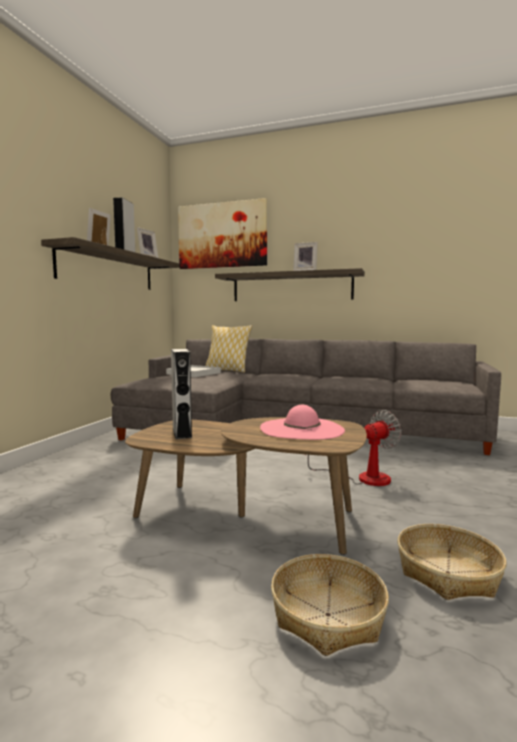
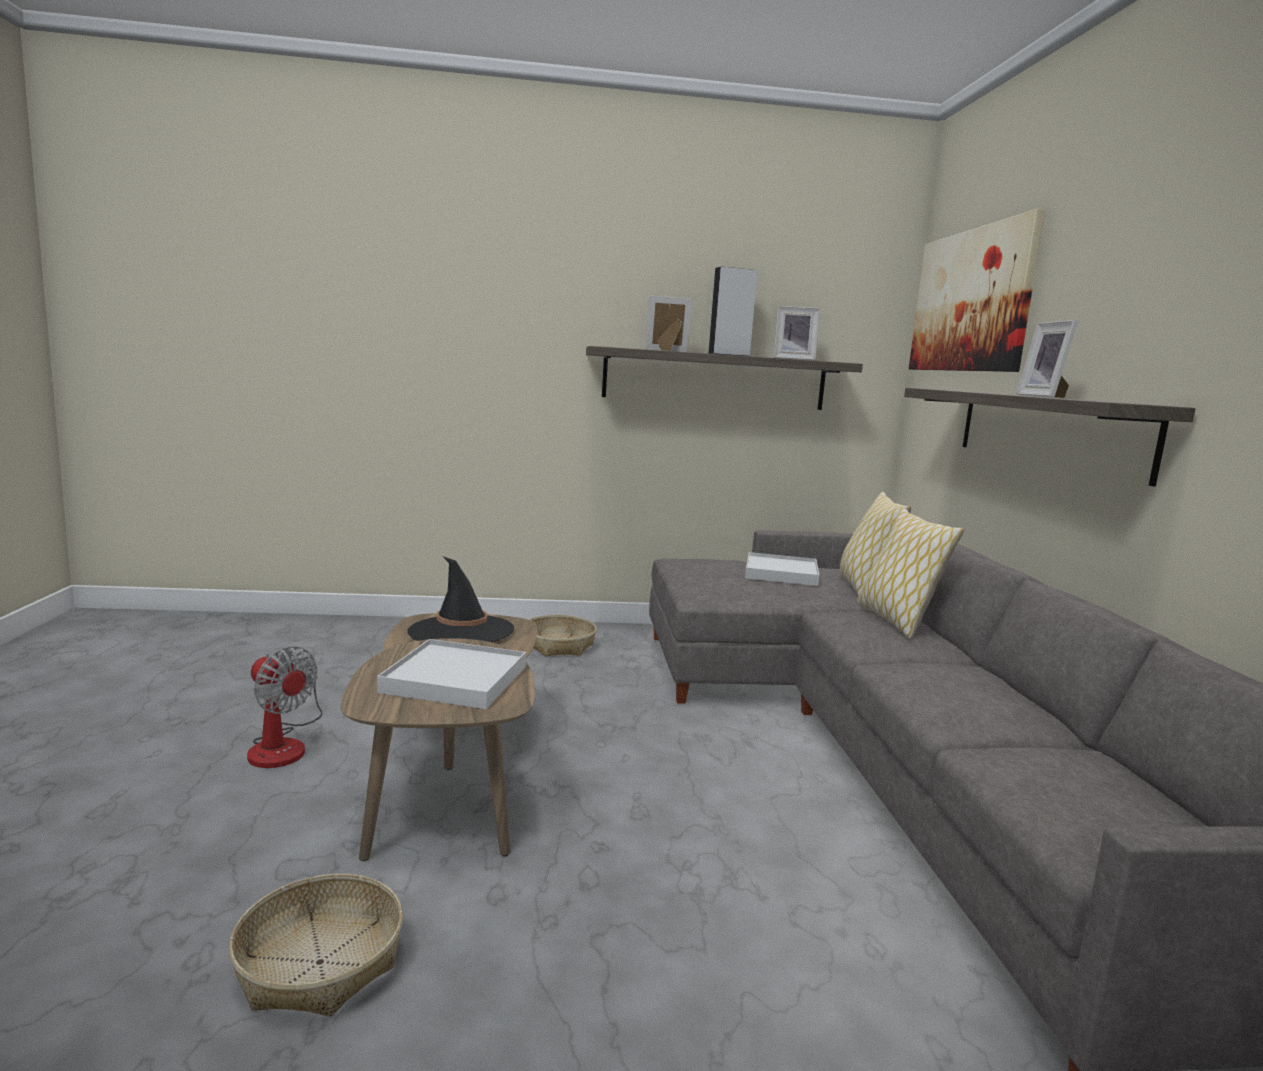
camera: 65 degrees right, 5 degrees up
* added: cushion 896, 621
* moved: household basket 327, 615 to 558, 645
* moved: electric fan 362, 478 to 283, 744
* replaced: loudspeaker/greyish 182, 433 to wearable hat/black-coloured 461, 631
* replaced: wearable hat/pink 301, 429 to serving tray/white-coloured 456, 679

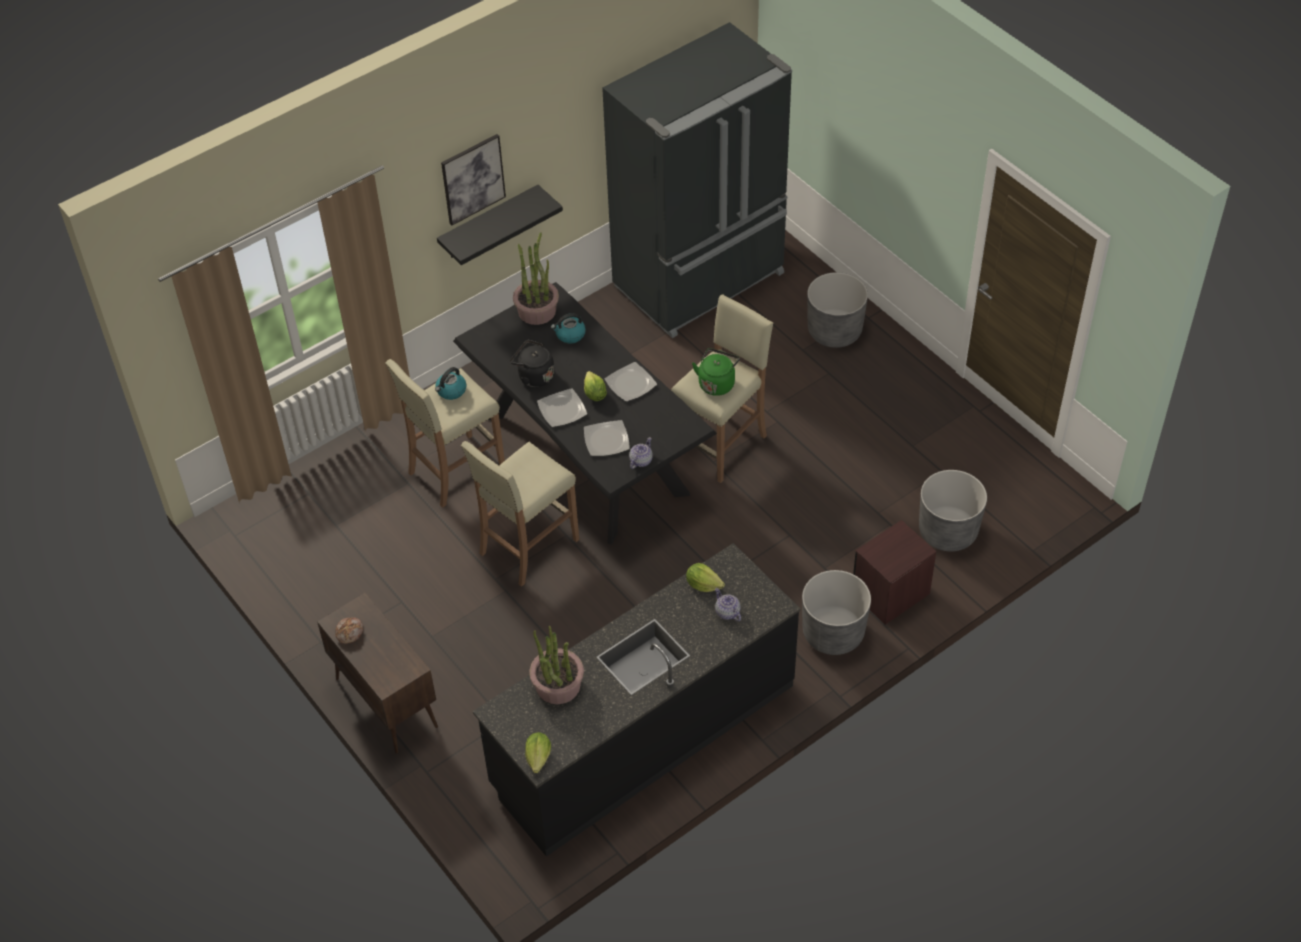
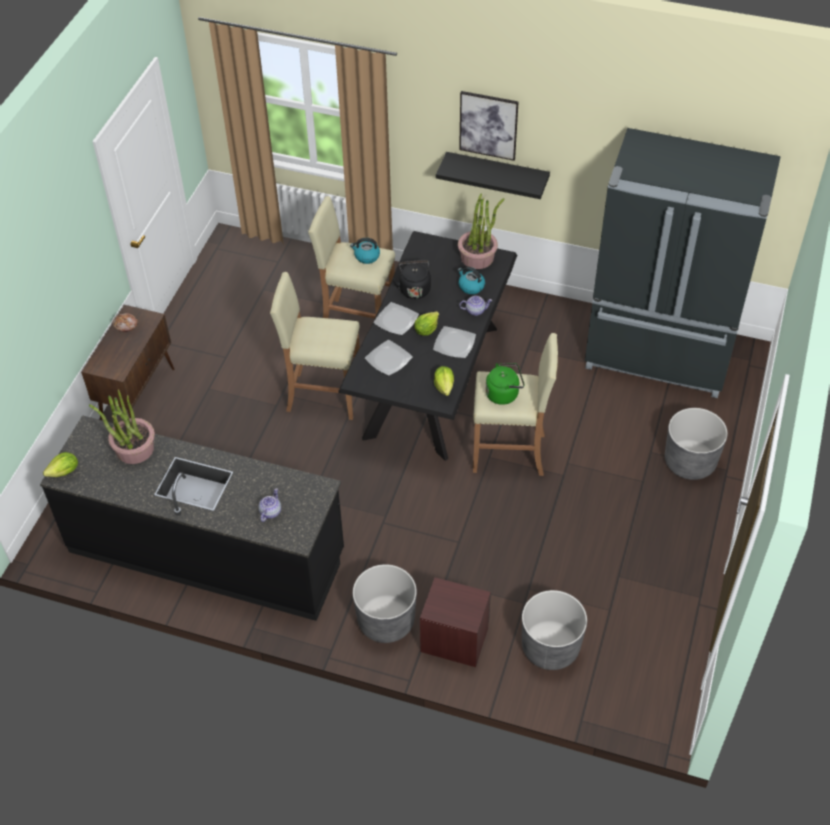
camera: 55 degrees right, 0 degrees up
* moved: pot for tea 640, 460 to 475, 310
* moved: lettuce 703, 584 to 444, 386

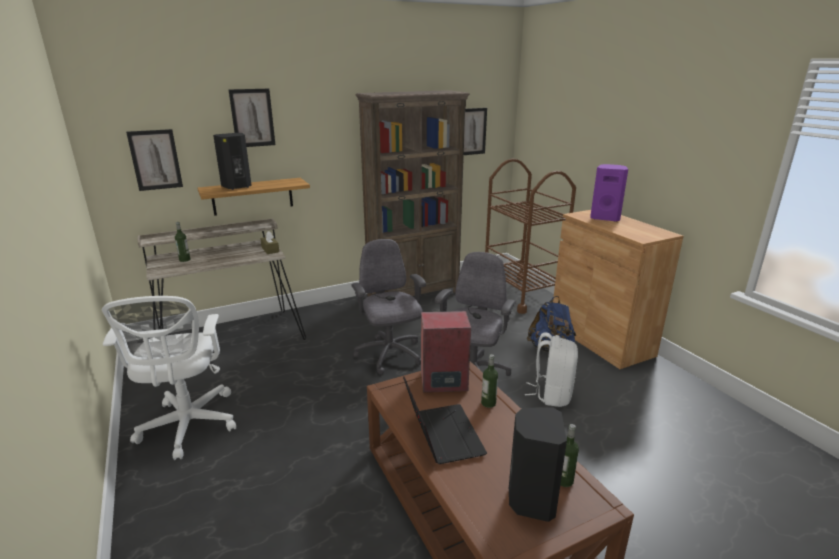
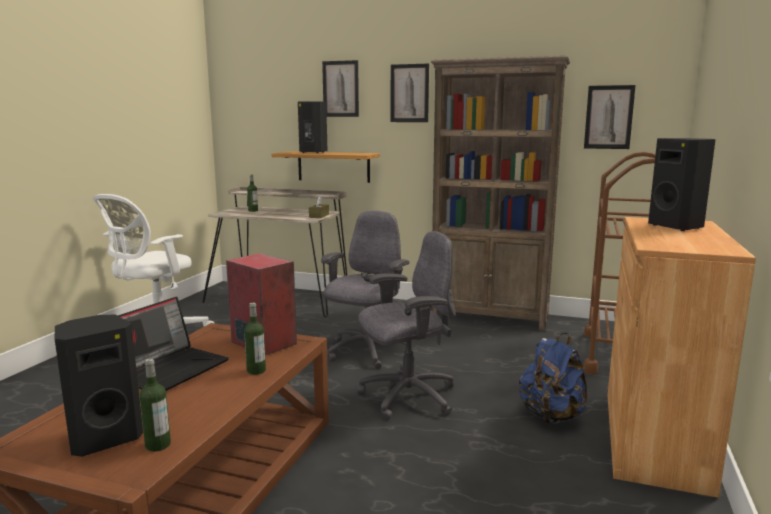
camera: 45 degrees right, 10 degrees down
* removed: rucksack/white-coloured 551, 394
* moved: wall art 155, 160 to 409, 93
* recoloured: loudspeaker/purple 605, 218 to loudspeaker/black-coloured 677, 227

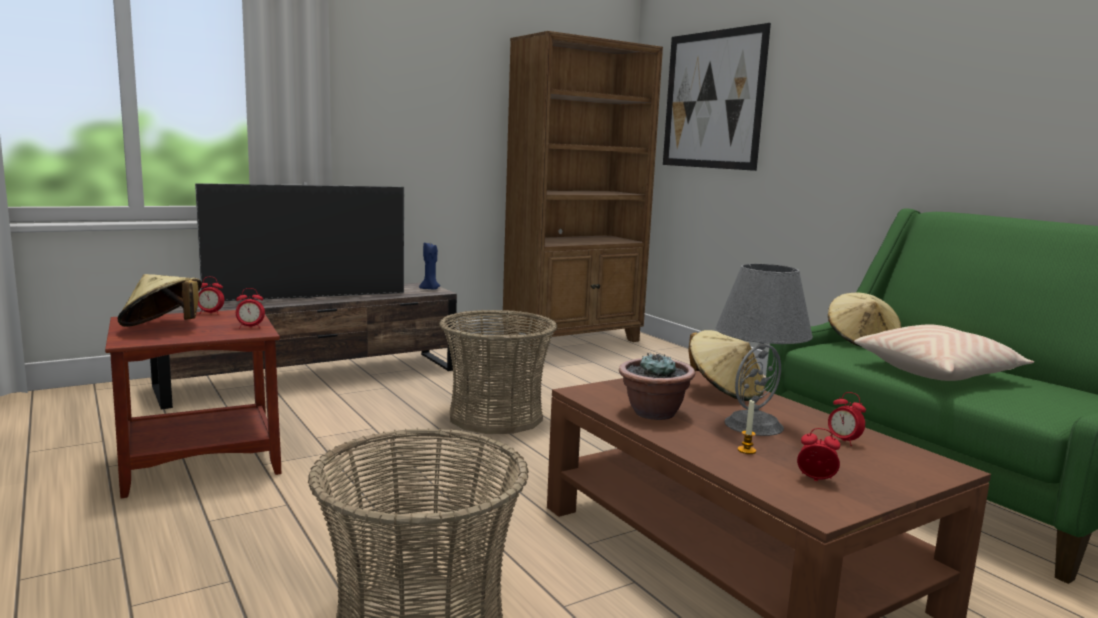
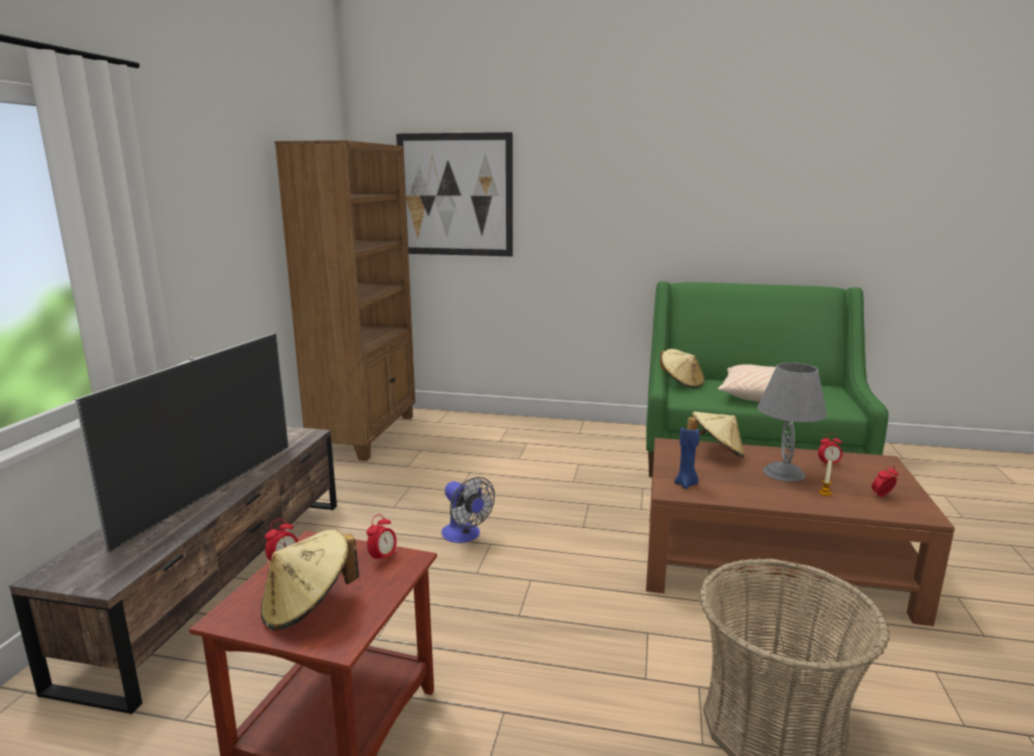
camera: 45 degrees left, 5 degrees up
* removed: potted plant 653, 413
* moved: wax light/blue 430, 289 to 686, 484
* replaced: household basket 496, 417 to electric fan 465, 536

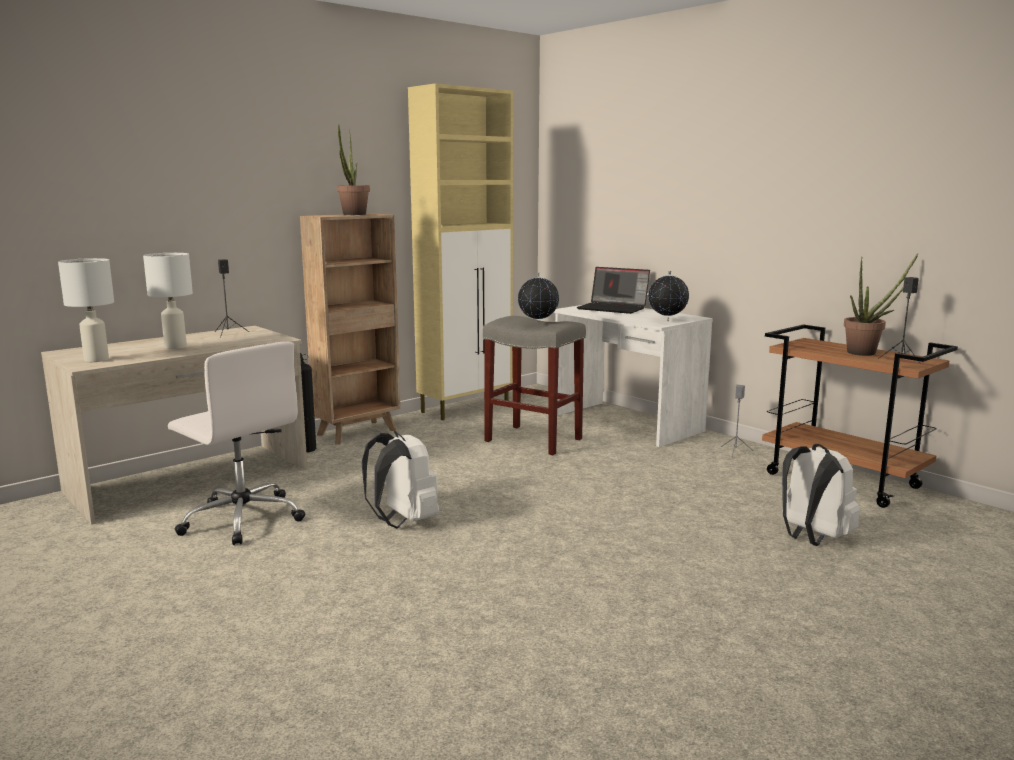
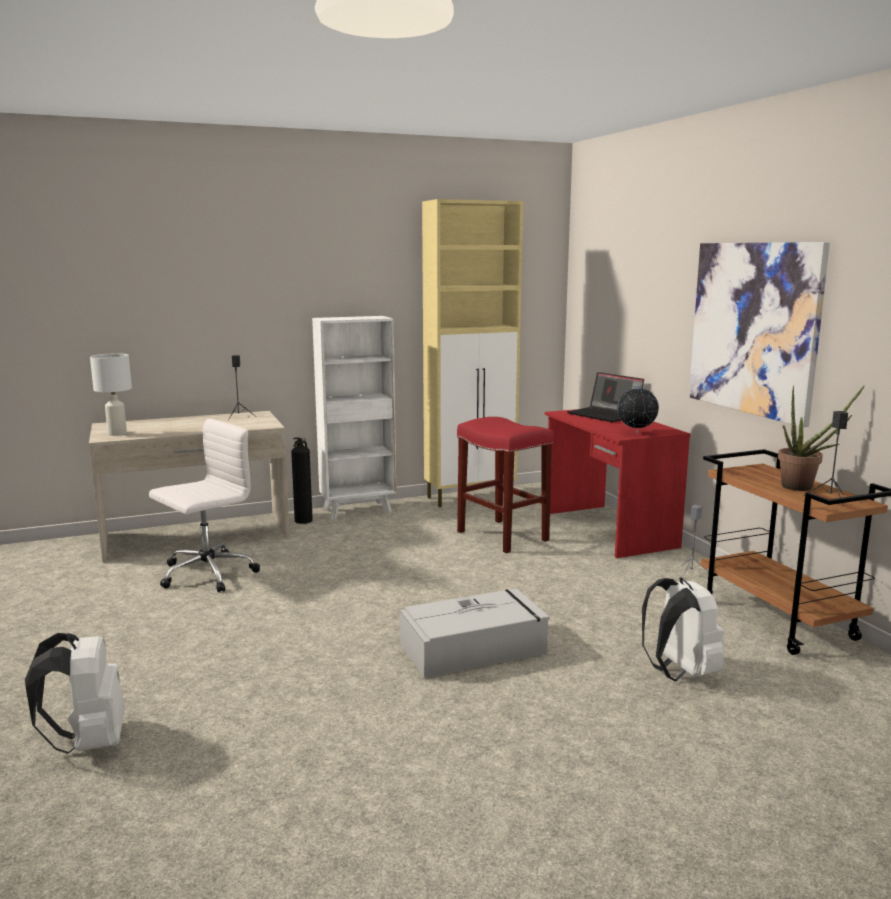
camera: 20 degrees right, 0 degrees up
* removed: lamp for a table/white-coloured 176, 346
* removed: potted plant 353, 214
* removed: globe 538, 324
* added: storage bin/greyish 475, 648
* added: wall art 753, 328
* moved: rucksack/white-coloured 403, 521 to 89, 742
* recoloured: bookcase/brown-coloured 358, 432 to bookcase/white-coloured 358, 510
* recoloured: sitting stool/greyish 532, 440 to sitting stool/reddish 501, 536
* recoloured: desk table/white-coloured 626, 423 to desk table/reddish 607, 530
* turned: office chair/white-coloured 242, 519 = 206, 574 105 degrees counterclockwise

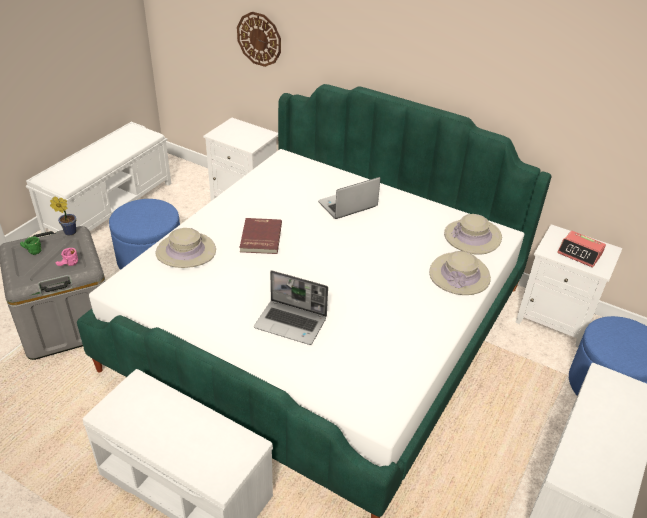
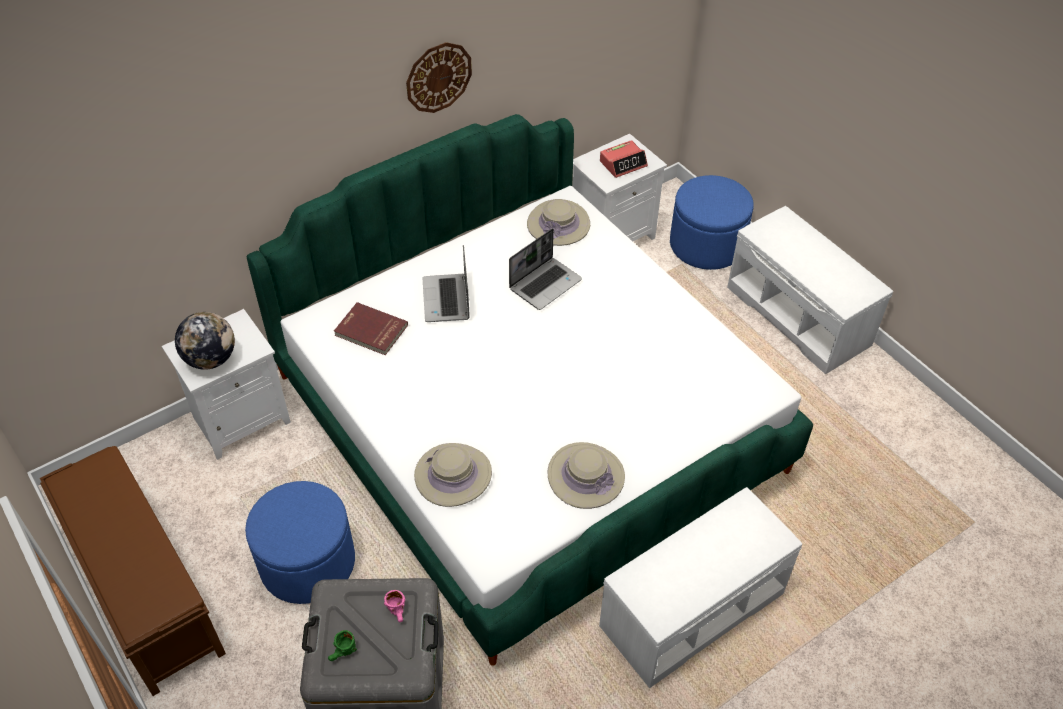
camera: 65 degrees left, 10 degrees up
* removed: potted plant 68, 232
* added: globe 211, 359
* moved: hanging clock 259, 39 to 438, 77
* moved: volume/reddish 260, 237 to 370, 331
* moved: notebook computer 291, 323 to 545, 284
* moved: wearable hat/beige 459, 275 to 585, 476
* recoloured: long seat/white-coloured 110, 206 to long seat/brown-coloured 144, 588

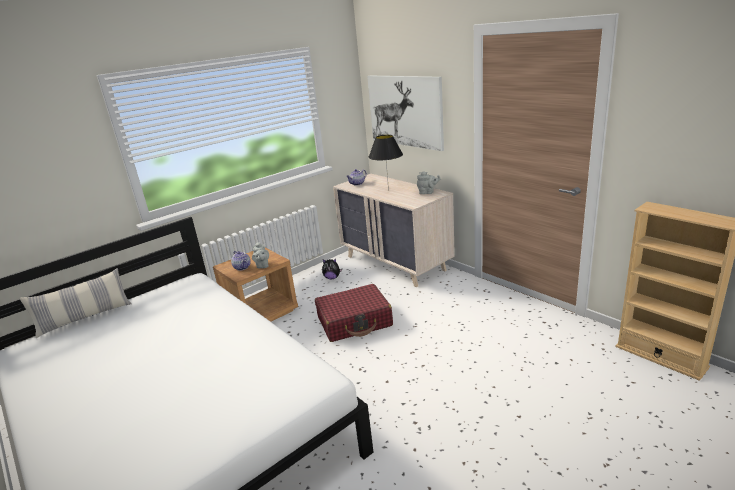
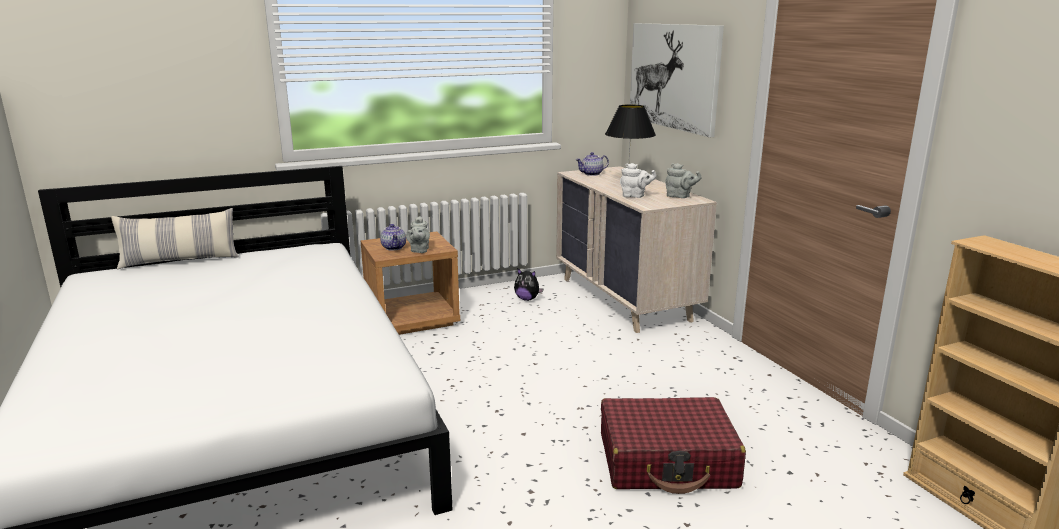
camera: 15 degrees right, 5 degrees down
* added: pot for tea/white-coloured 635, 196
* moved: travel case/reddish 355, 321 to 667, 461

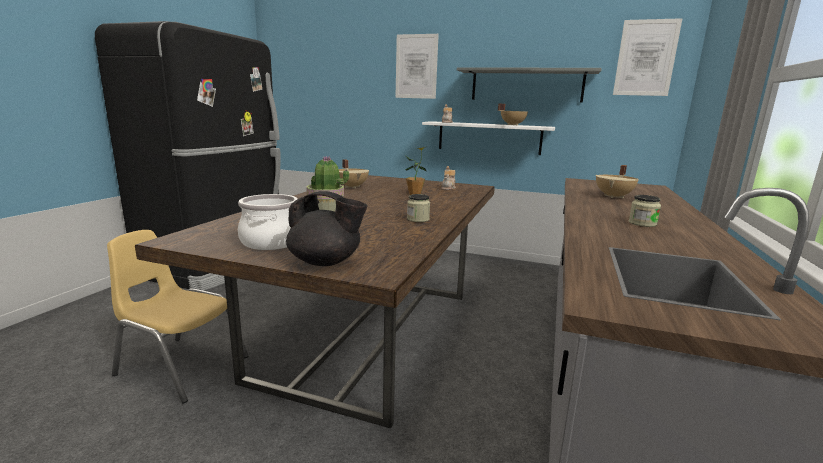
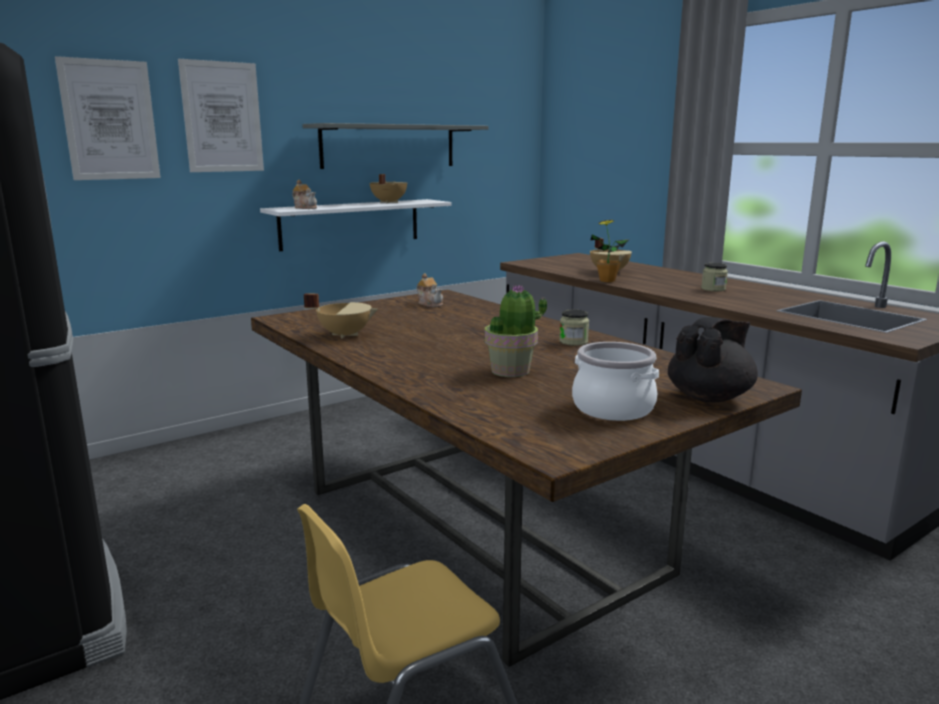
camera: 55 degrees left, 0 degrees up
* moved: potted plant 415, 194 to 607, 280
* moved: wall art 646, 58 to 110, 120

